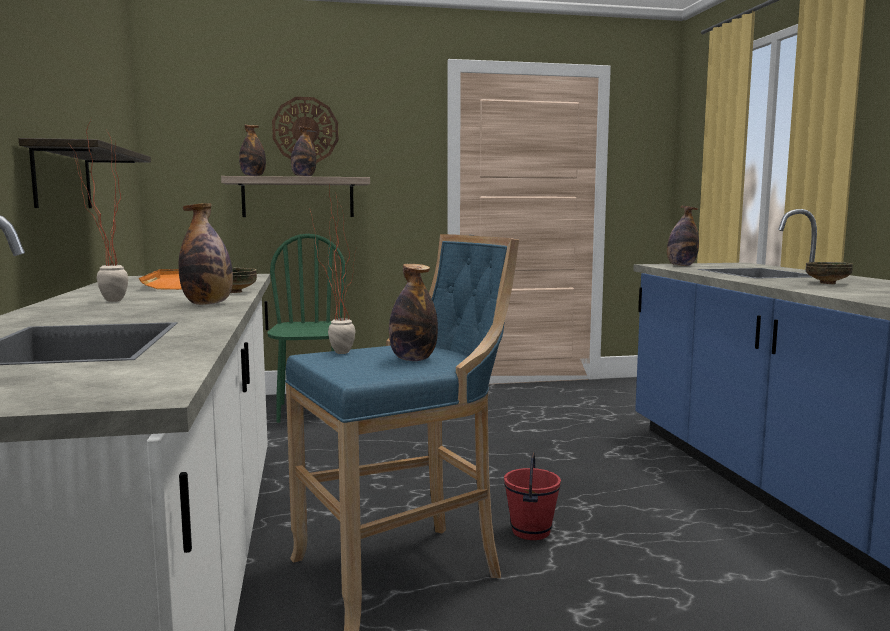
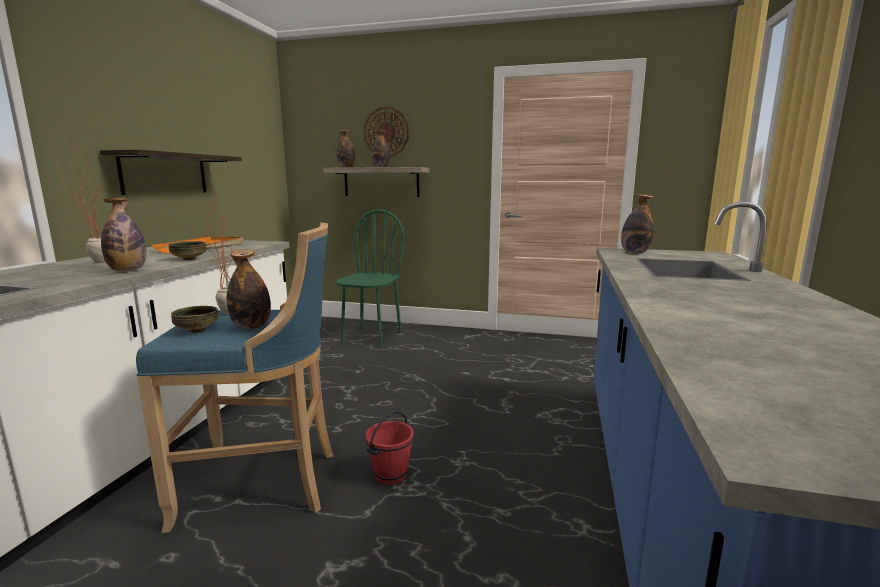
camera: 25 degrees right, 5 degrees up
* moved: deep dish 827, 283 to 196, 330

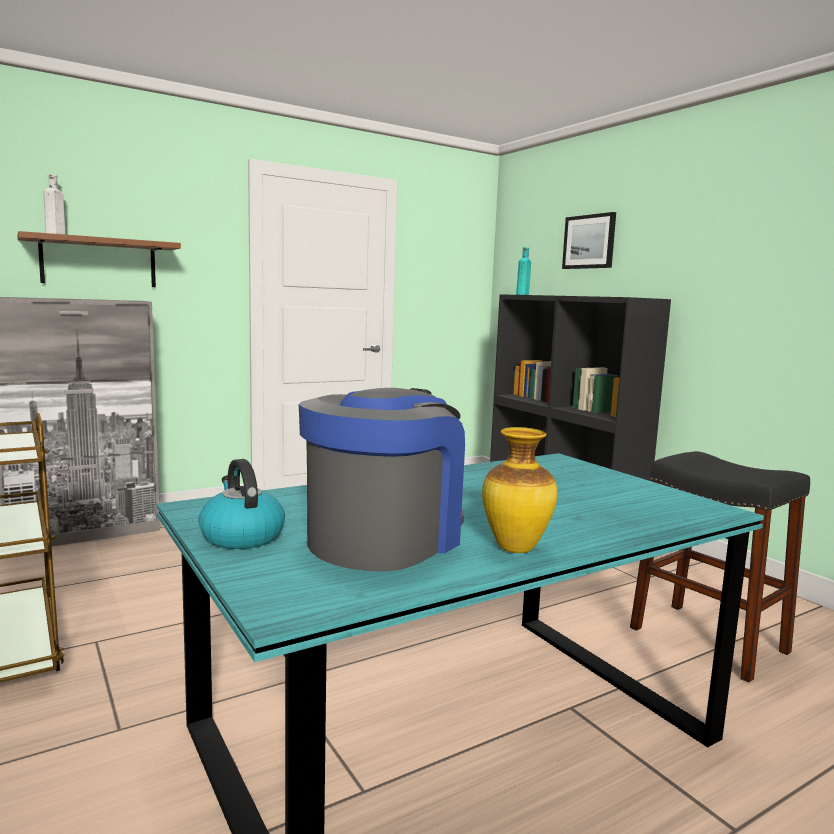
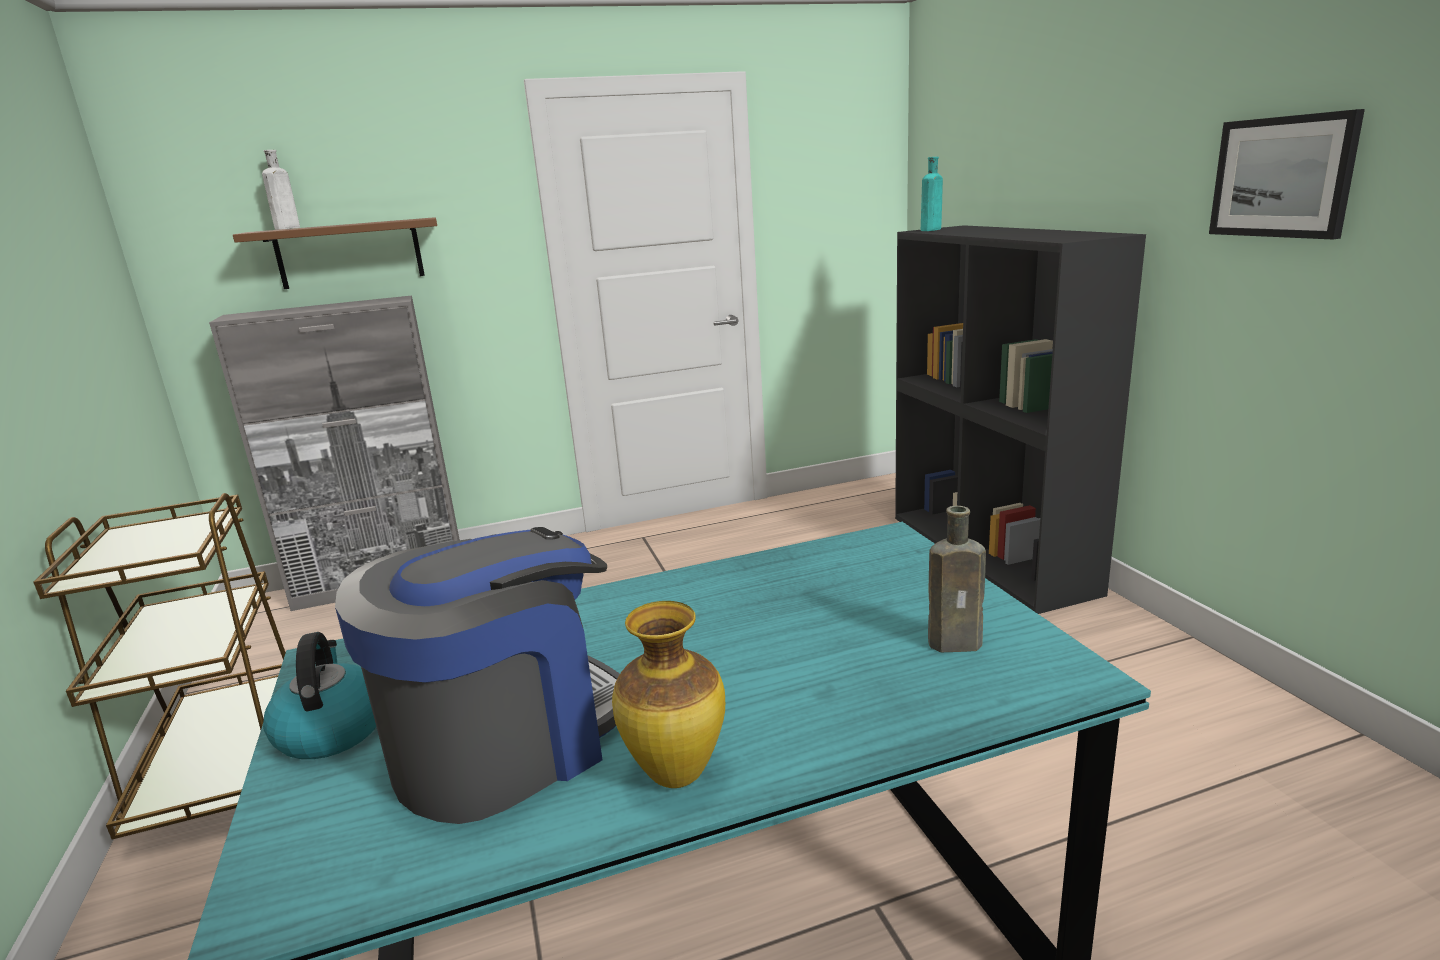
camera: 15 degrees right, 10 degrees up
* removed: sitting stool/black-coloured 708, 640
* added: bottle/brown-coloured 958, 643
* moved: wall art 589, 242 to 1282, 177

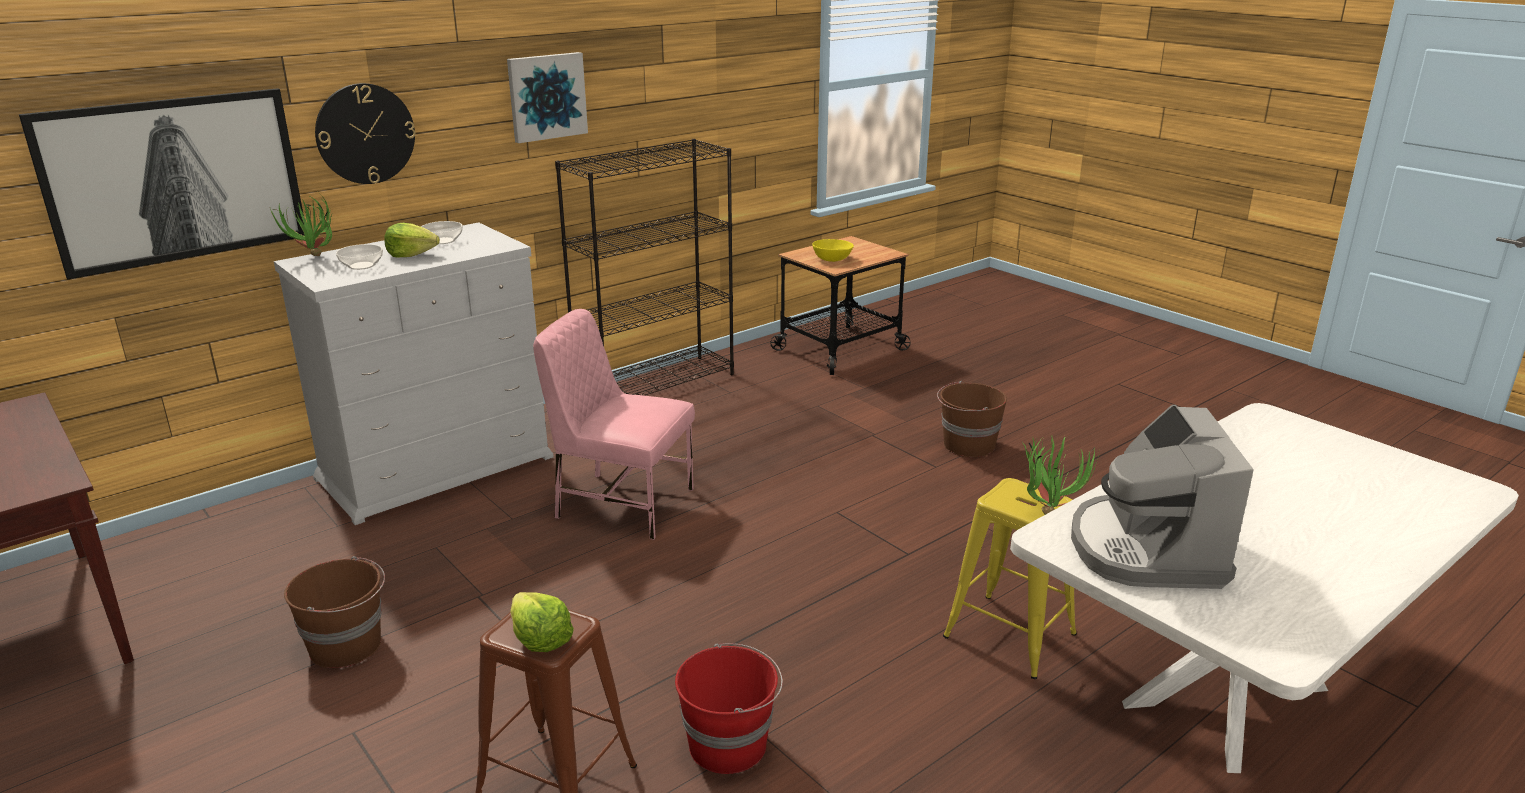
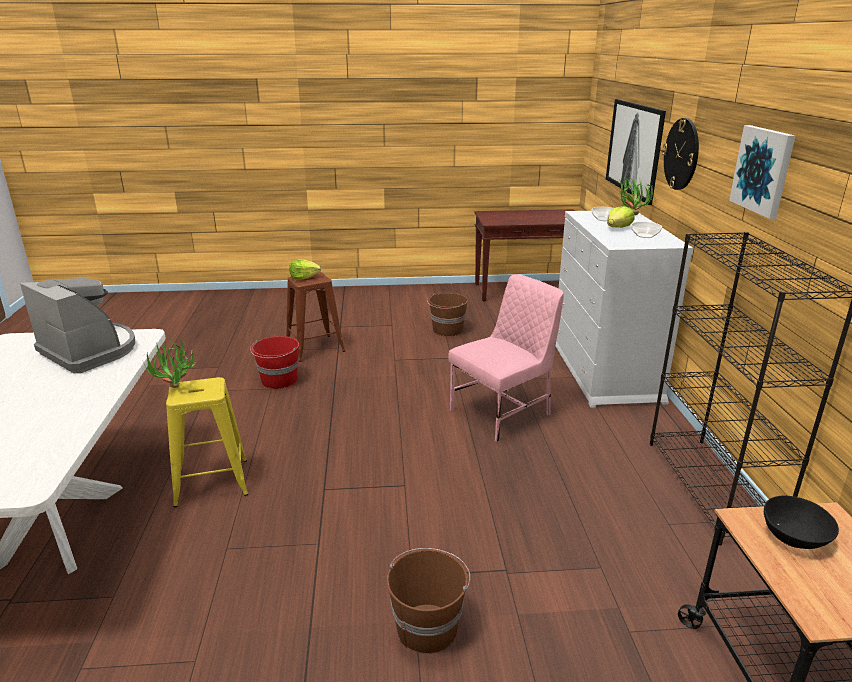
camera: 125 degrees right, 0 degrees up
* recoloured: deep dish/yellowish 832, 259 to deep dish/black-coloured 794, 537

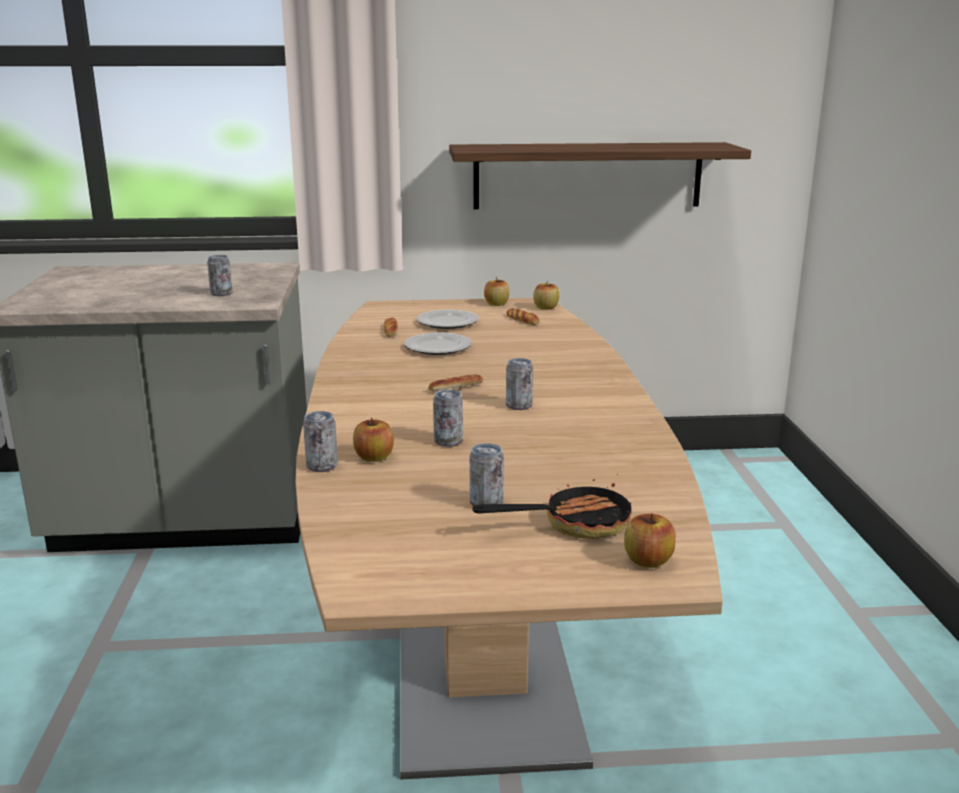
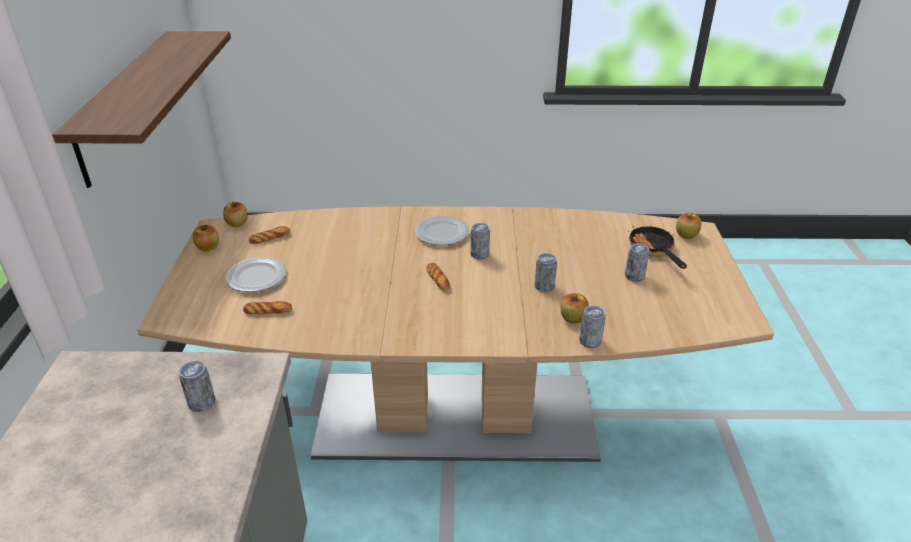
camera: 85 degrees left, 15 degrees up
* moved: dinner plate 438, 347 to 442, 233

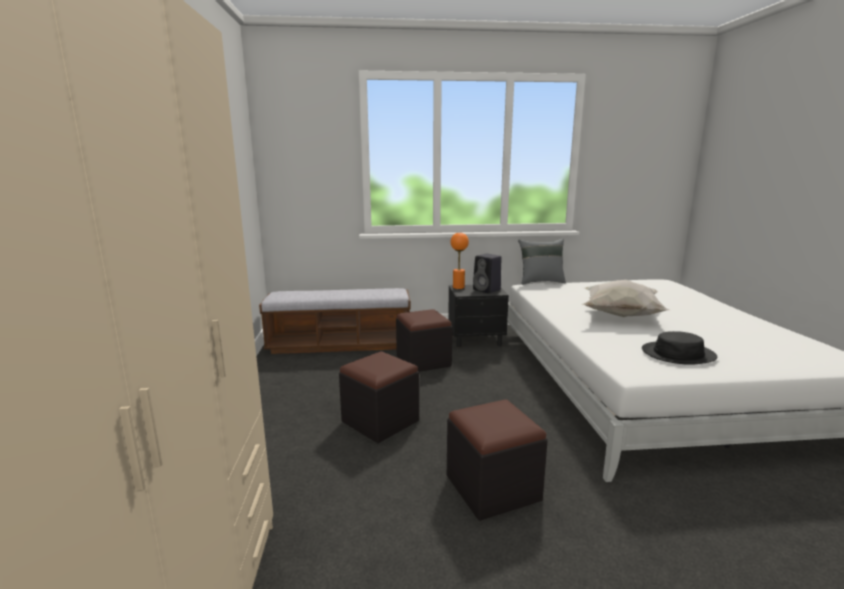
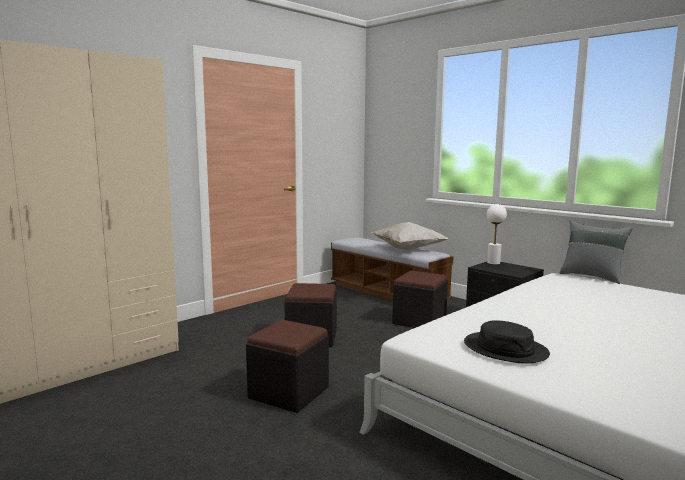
camera: 50 degrees right, 5 degrees down
* removed: loudspeaker/black-coloured 487, 290
* moved: cushion/white-coloured 619, 315 to 407, 249
* recoloured: lamp for a table/orange-coloured 458, 287 to lamp for a table/white-coloured 493, 263

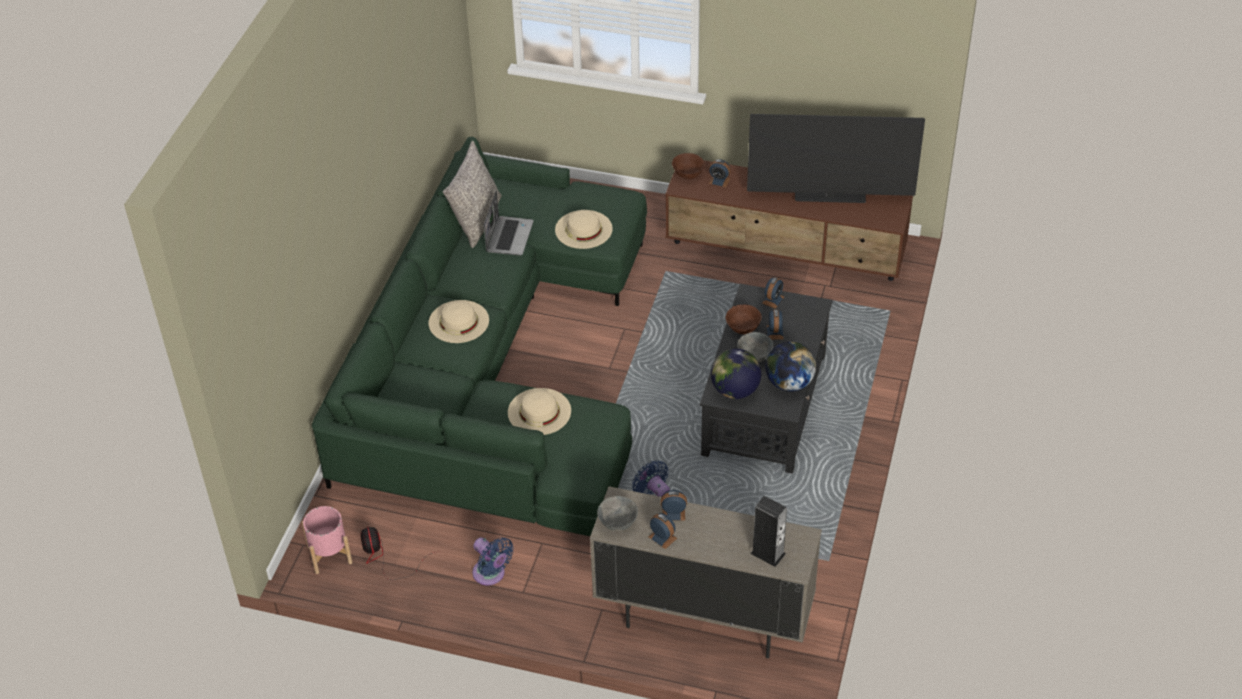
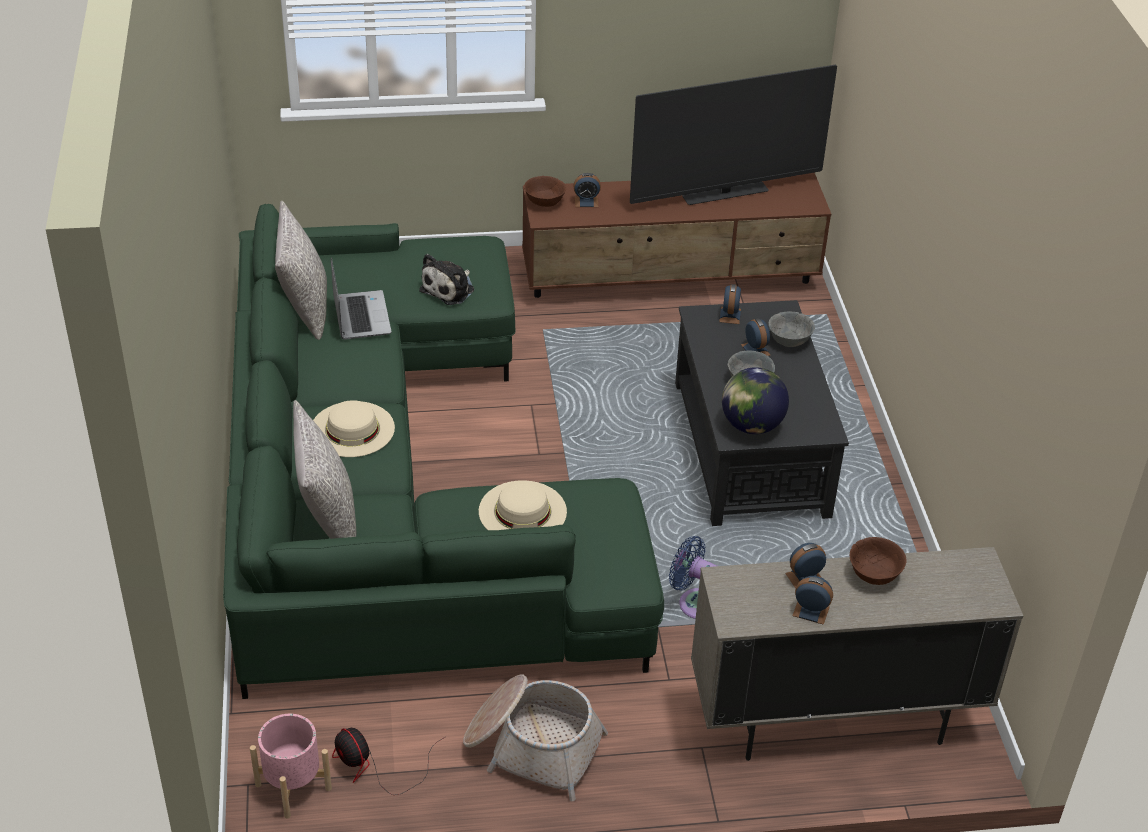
camera: 25 degrees left, 5 degrees down
* removed: loudspeaker 768, 553
* removed: globe 789, 383
* added: cushion/greyish 328, 518
* moved: deep dish/greyish 617, 522 to 789, 340
* moved: deep dish/brown-coloured 743, 328 to 874, 575
* replaced: electric fan/blue 491, 574 to household basket 532, 746
* replaced: wearable hat/beige 583, 229 to cuddly toy 450, 289

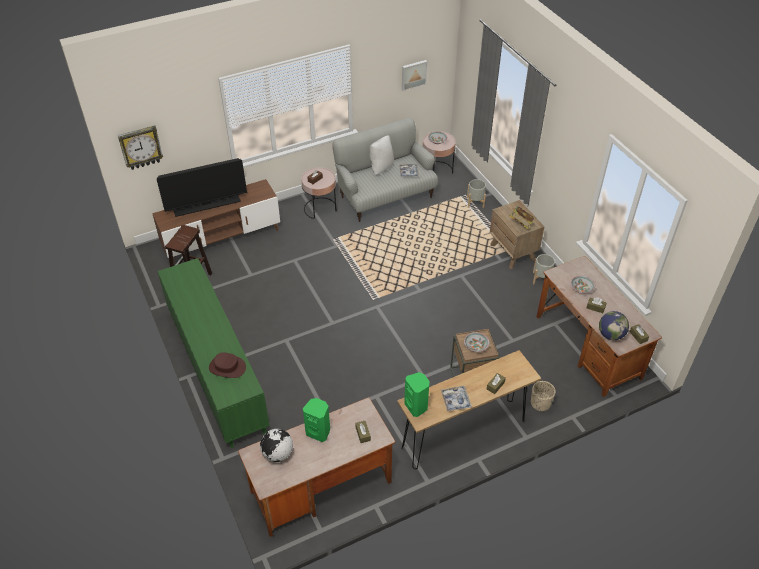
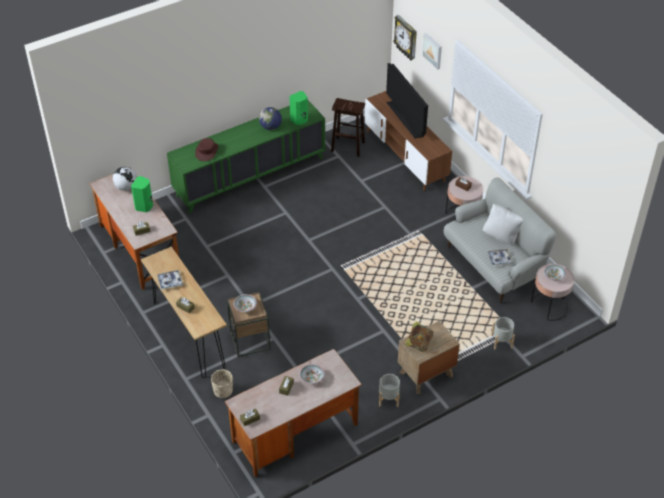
camera: 85 degrees right, 0 degrees up
* moved: wall art 413, 74 to 433, 50
* moved: loudspeaker/green 417, 406 to 299, 120
* moved: globe 610, 335 to 270, 127

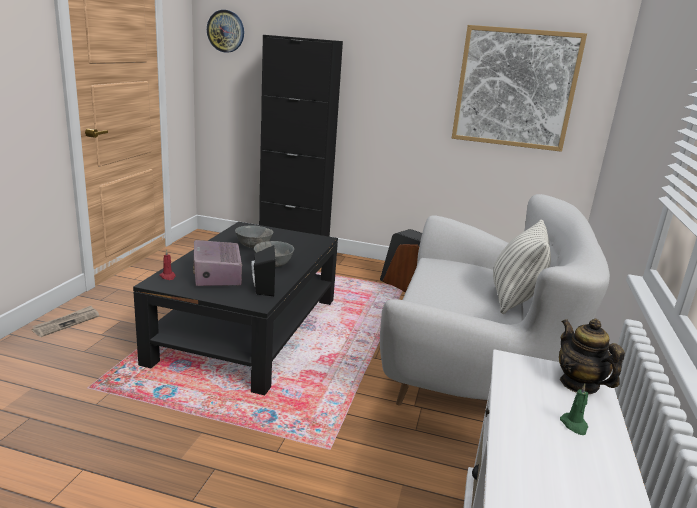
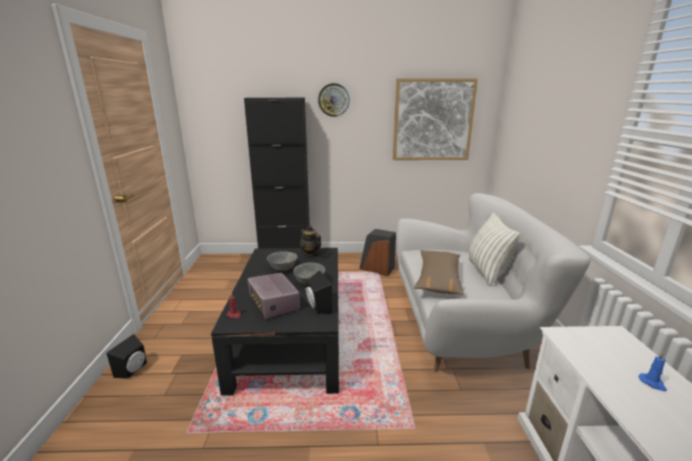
camera: 15 degrees left, 0 degrees up
* added: cushion/brown-coloured 438, 279
* moved: hanging clock 226, 31 to 334, 100
* moved: pot for tea 579, 384 to 310, 254
* replaced: newspaper 67, 323 to loudspeaker/black-coloured 133, 370
* recoloured: wax light/green 574, 425 to wax light/blue 652, 383

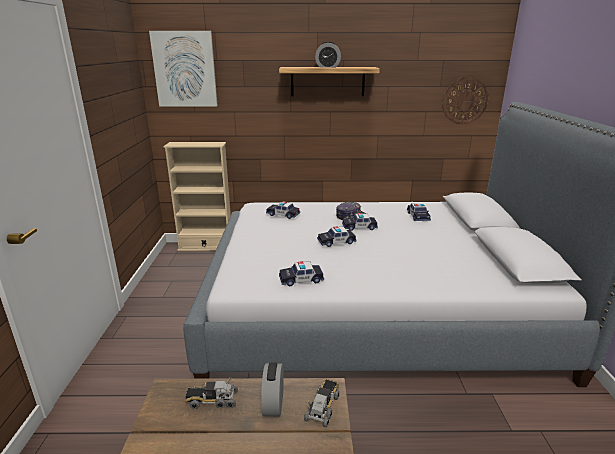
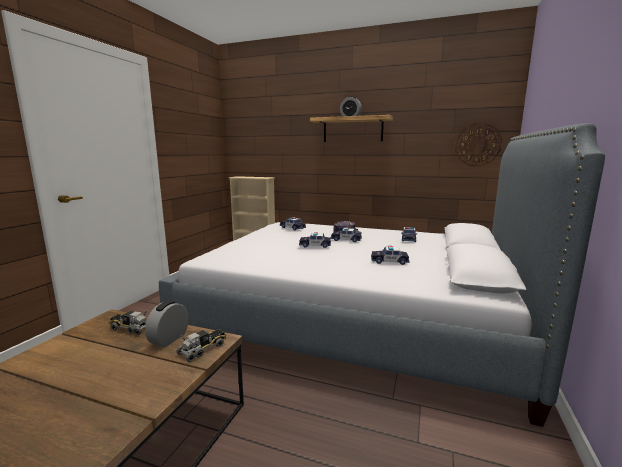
camera: 20 degrees right, 10 degrees down
* removed: wall art 185, 69
* moved: model car 301, 279 to 389, 261

